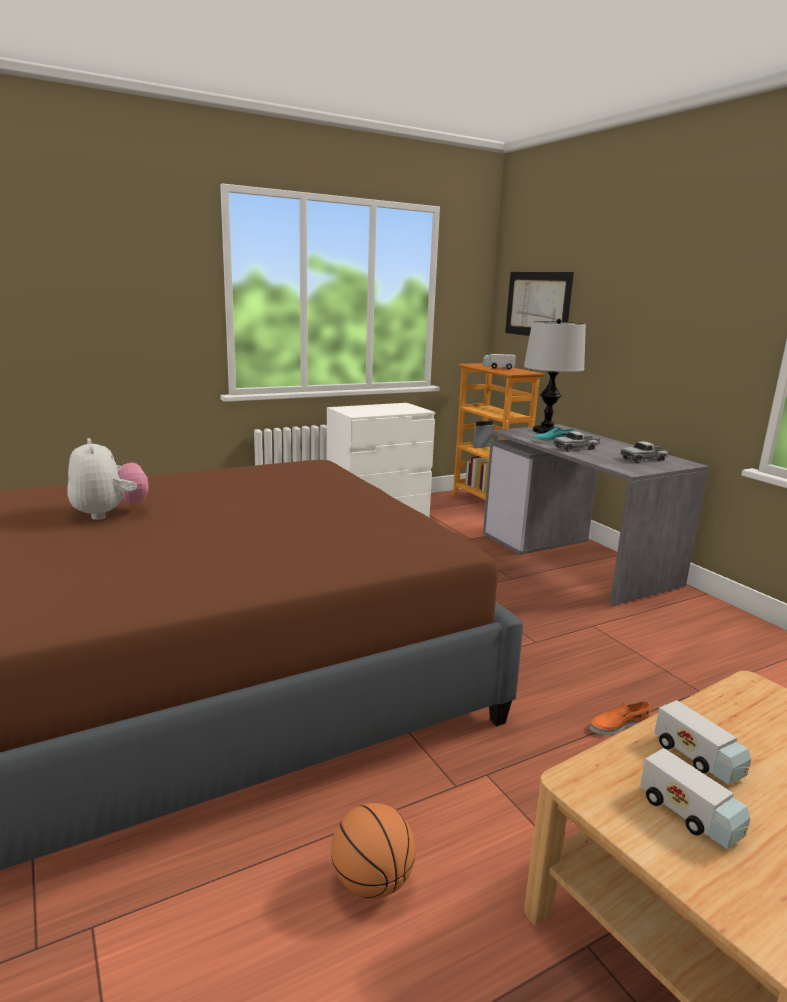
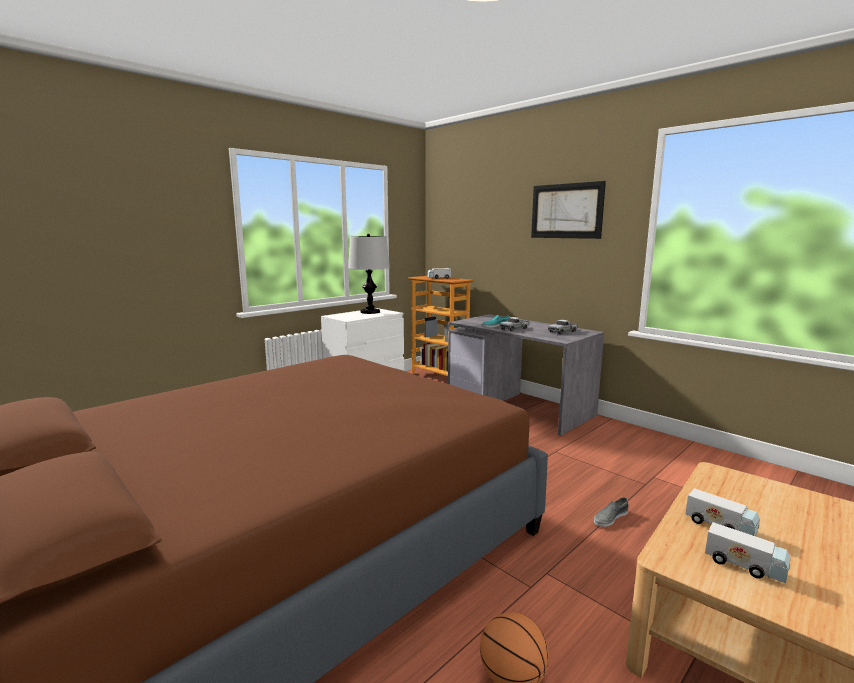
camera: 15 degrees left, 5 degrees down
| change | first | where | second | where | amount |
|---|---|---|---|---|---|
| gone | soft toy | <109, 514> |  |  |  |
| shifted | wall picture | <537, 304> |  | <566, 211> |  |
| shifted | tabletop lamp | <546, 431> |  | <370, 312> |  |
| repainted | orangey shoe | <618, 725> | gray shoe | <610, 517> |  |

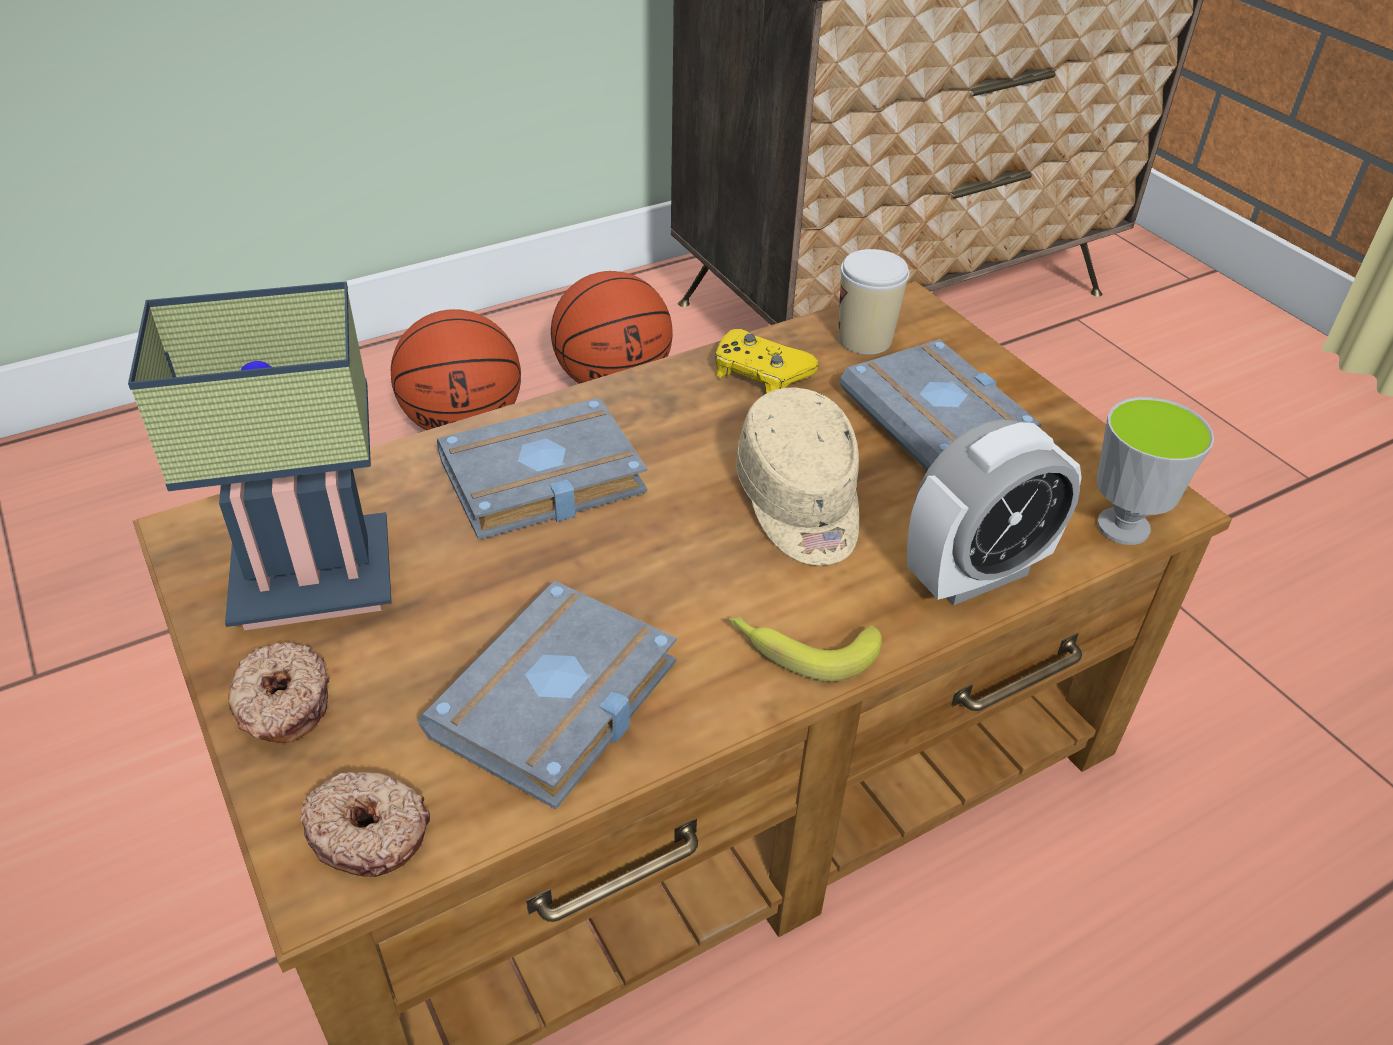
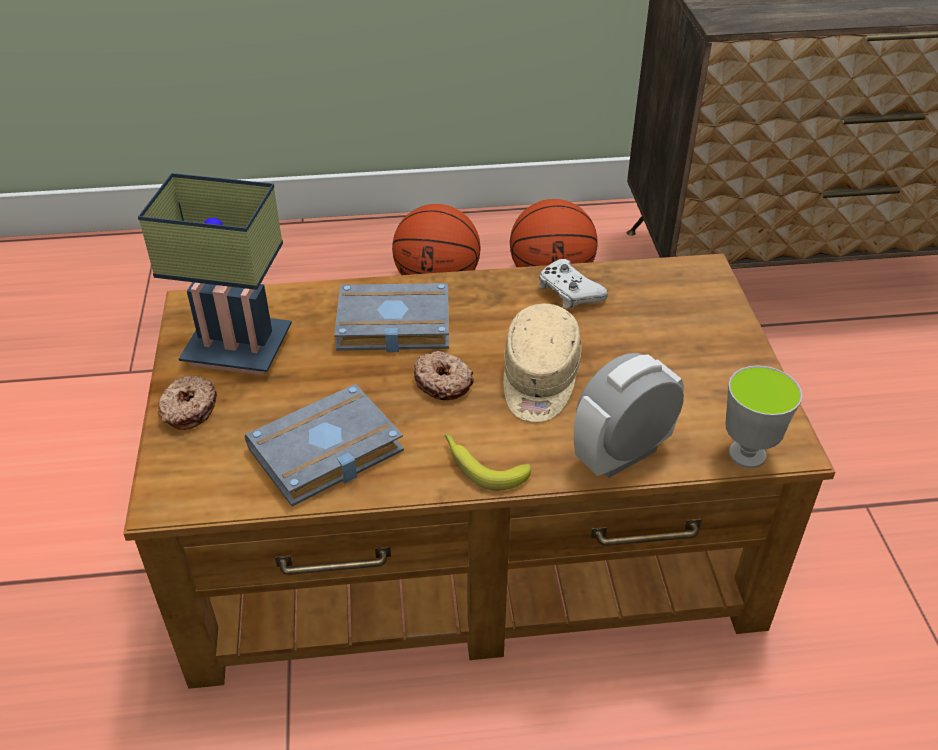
camera: 25 degrees right, 0 degrees up
| change | first | where | second | where | amount |
|---|---|---|---|---|---|
| shifted | donut | <369, 831> |  | <443, 382> |  |
| repainted | yellowish joypad | <759, 373> | whitish joypad | <569, 292> |  |
| gone | small cup | <864, 339> |  |  |  |
| gone | gray volume | <941, 421> |  |  |  |
| rotated | alarm clock | <976, 574> |  | <622, 455> | 150 degrees clockwise |

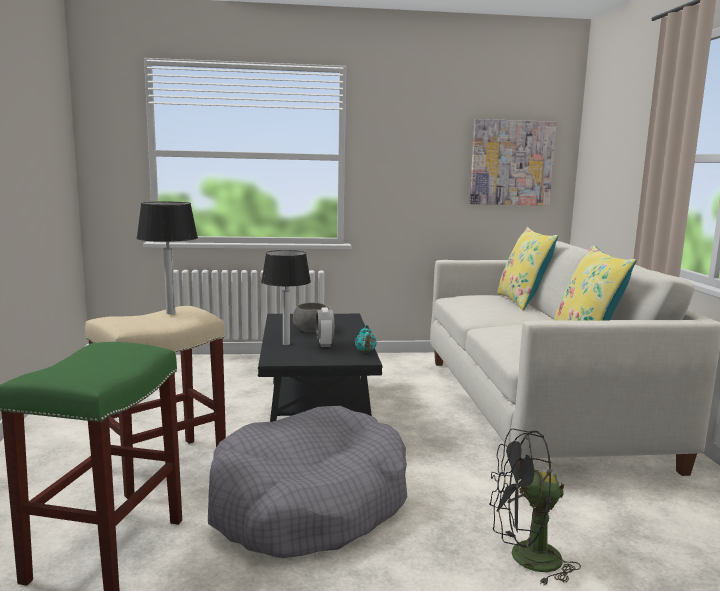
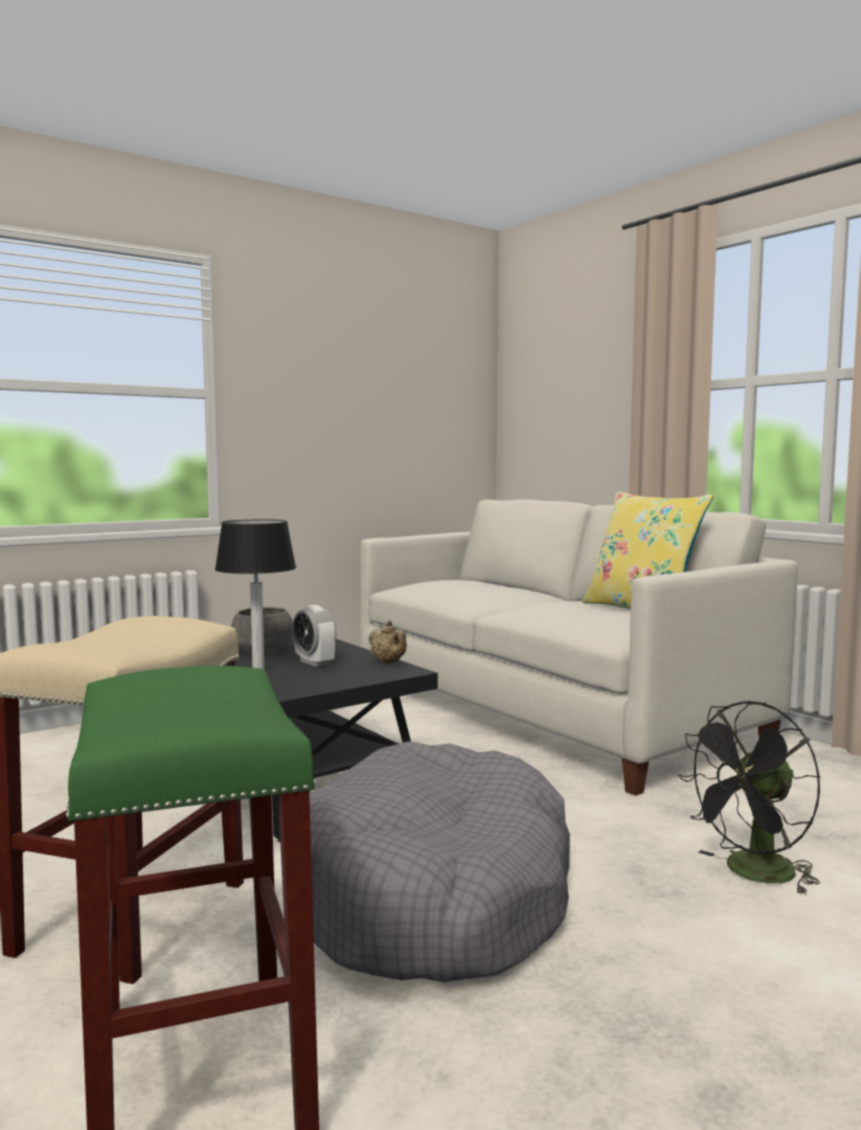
camera: 30 degrees left, 5 degrees down
| change | first | where | second | where | amount |
|---|---|---|---|---|---|
| gone | tabletop lamp | <171, 313> |  |  |  |
| repainted | blue-green pot for tea | <365, 352> | beige pot for tea | <388, 662> |  |
| gone | wall picture | <511, 163> |  |  |  |
| gone | yellowish cushion | <522, 301> |  |  |  |

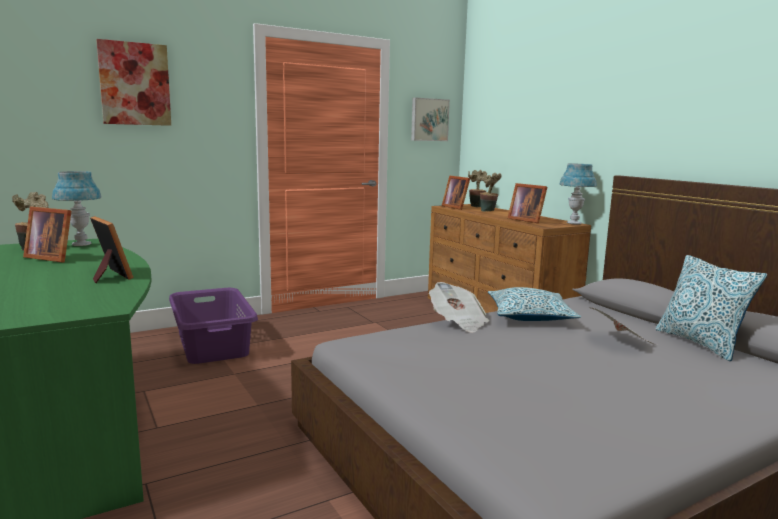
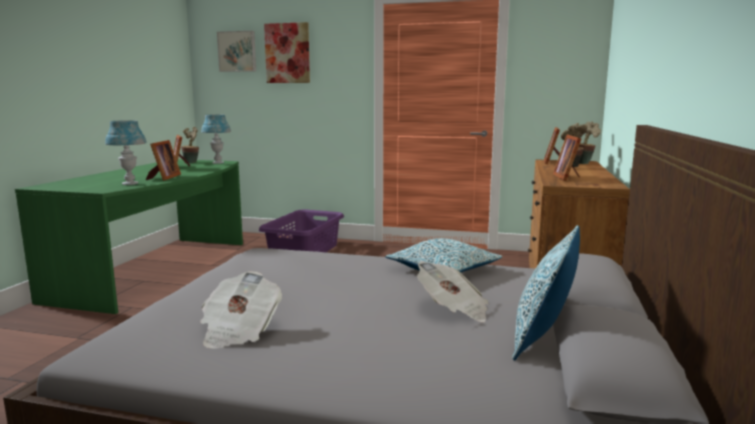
camera: 45 degrees right, 0 degrees up
| change | first | where | second | where | amount |
|---|---|---|---|---|---|
| shifted | wall picture | <429, 120> |  | <237, 51> |  |
| shifted | daily paper | <458, 322> |  | <239, 330> |  |
| shifted | blue-coloured tabletop lamp | <574, 223> |  | <130, 184> |  |

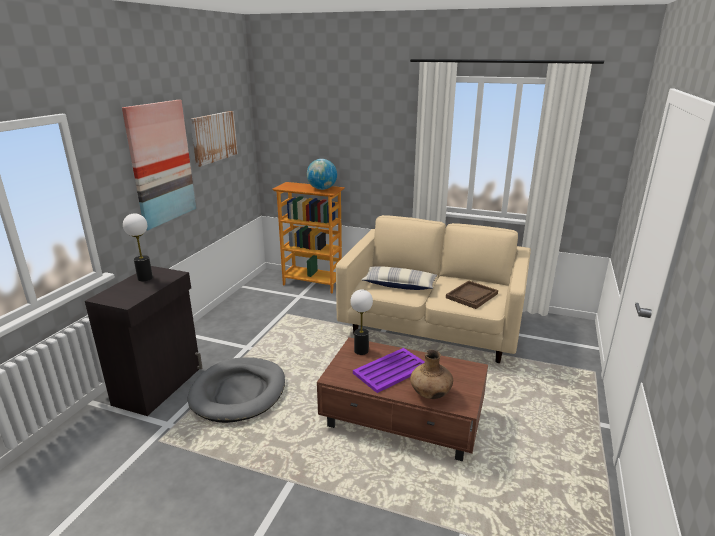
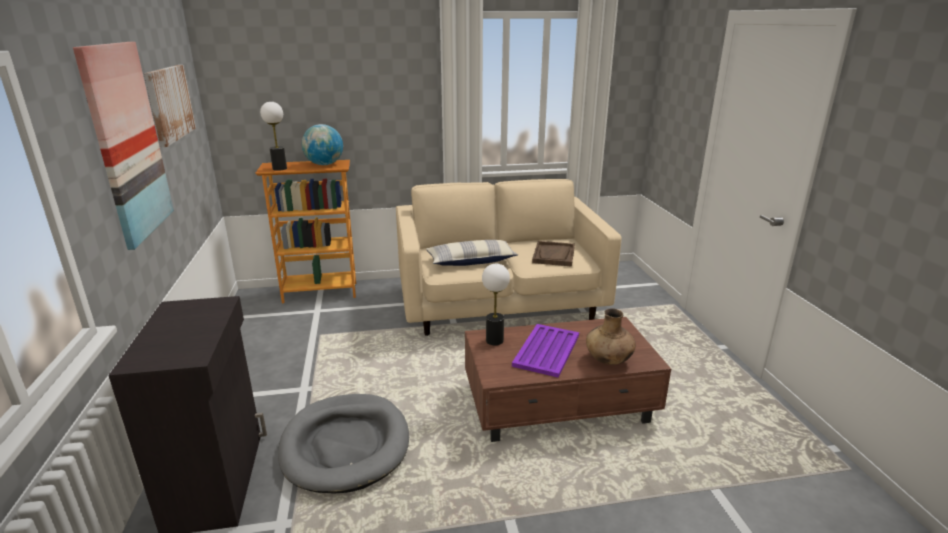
camera: 30 degrees left, 0 degrees up
| change | first | where | second | where | amount |
|---|---|---|---|---|---|
| shifted | tabletop lamp | <145, 278> |  | <280, 168> |  |

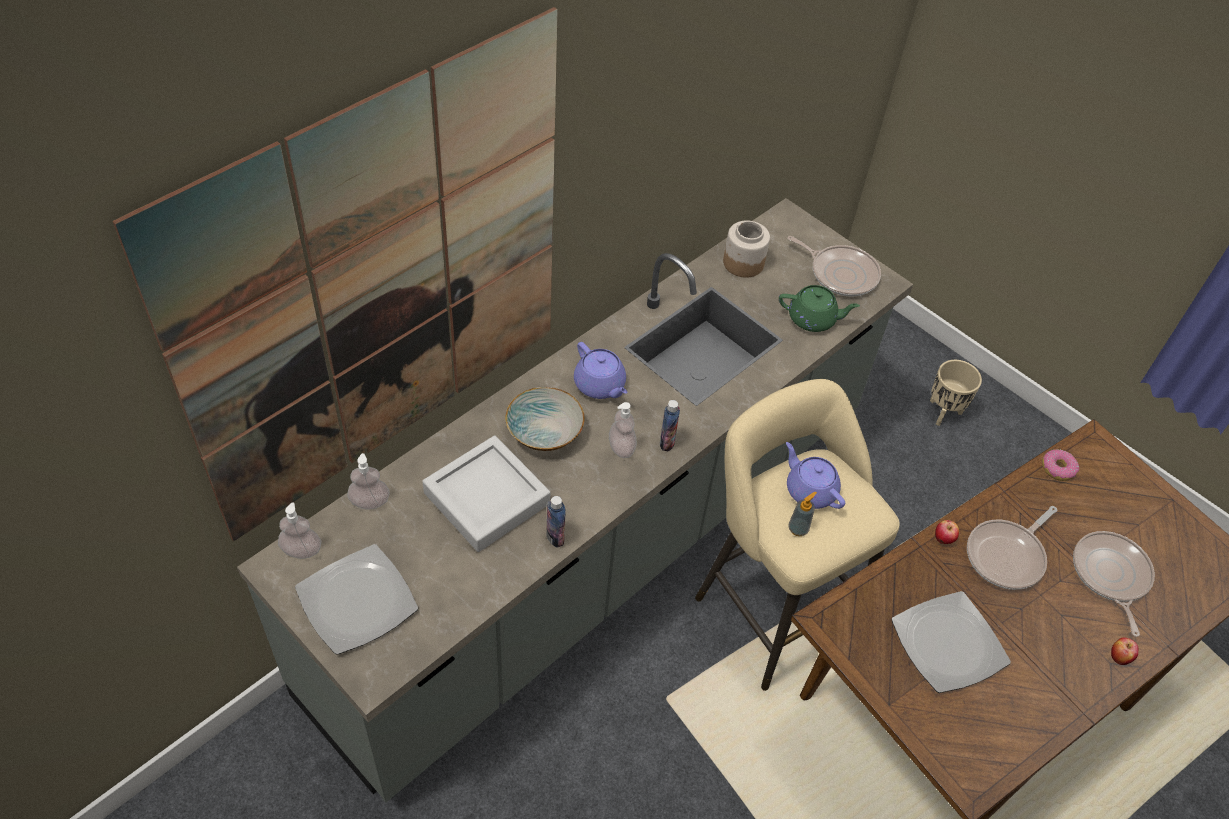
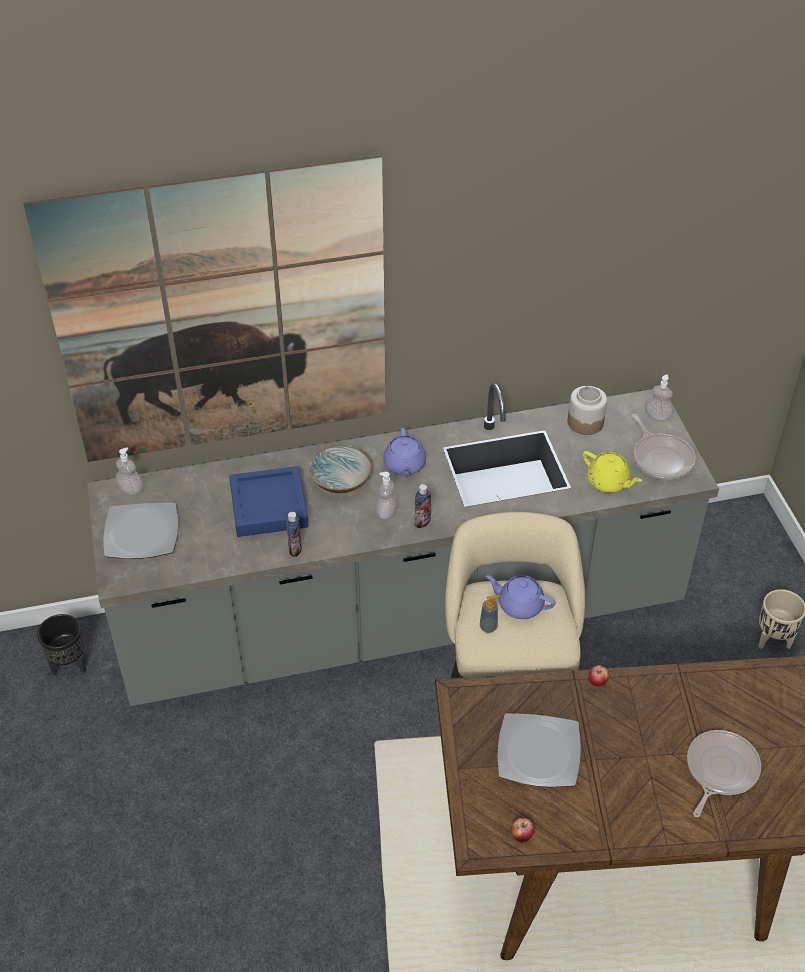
camera: 35 degrees right, 5 degrees down
| change | first | where | second | where | amount |
|---|---|---|---|---|---|
| shifted | soap bottle | <370, 502> |  | <657, 416> |  |
| repainted | gray tray | <487, 498> | blue-coloured tray | <269, 506> |  |
| repainted | green-coloured pot for tea | <813, 319> | yellowish pot for tea | <608, 482> |  |
| rotated | purple-coloured pot for tea | <810, 490> |  | <519, 605> | 60 degrees counterclockwise |
| gone | skillet | <1007, 556> |  |  |  |
| gone | donut | <1057, 469> |  |  |  |
| shifted | apple | <1118, 657> |  | <521, 836> |  |
| new |  |  | blackish planter | <70, 665> |  |

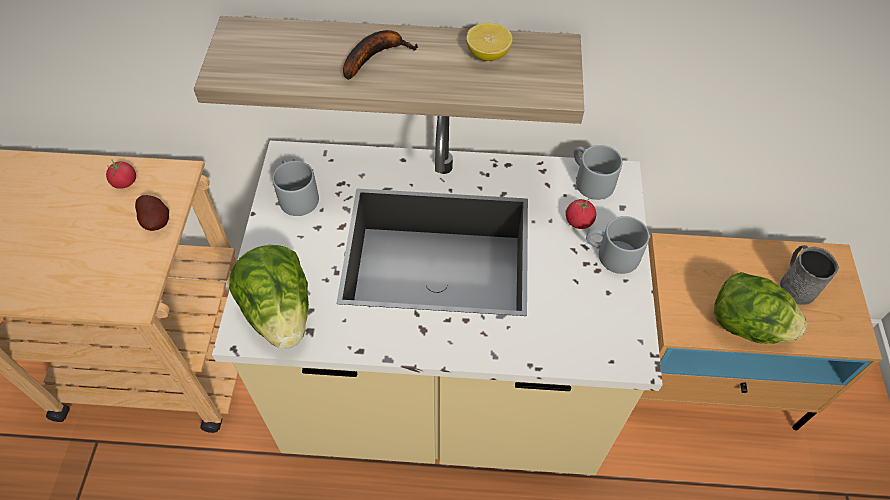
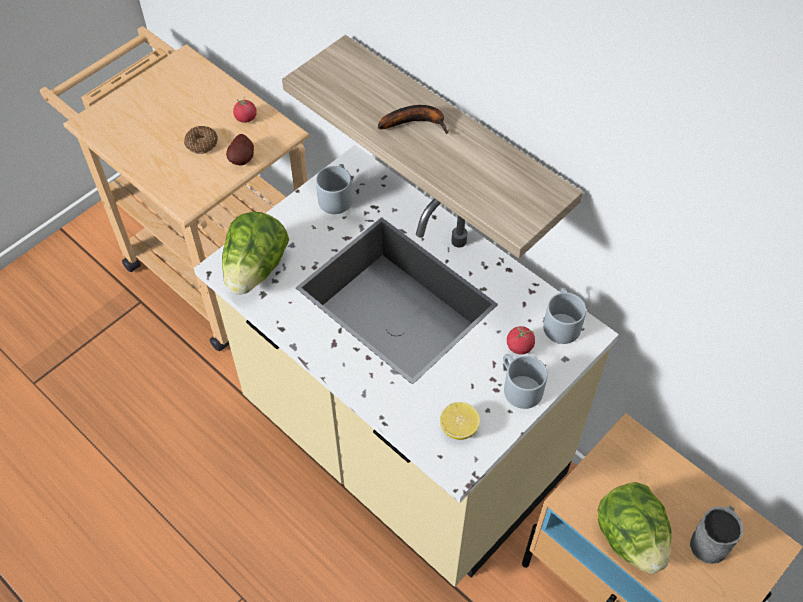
camera: 40 degrees right, 0 degrees up
| change | first | where | second | where | amount |
|---|---|---|---|---|---|
| shifted | whole lemon | <488, 55> |  | <459, 428> |  |
| new |  |  | donut | <202, 143> |  |

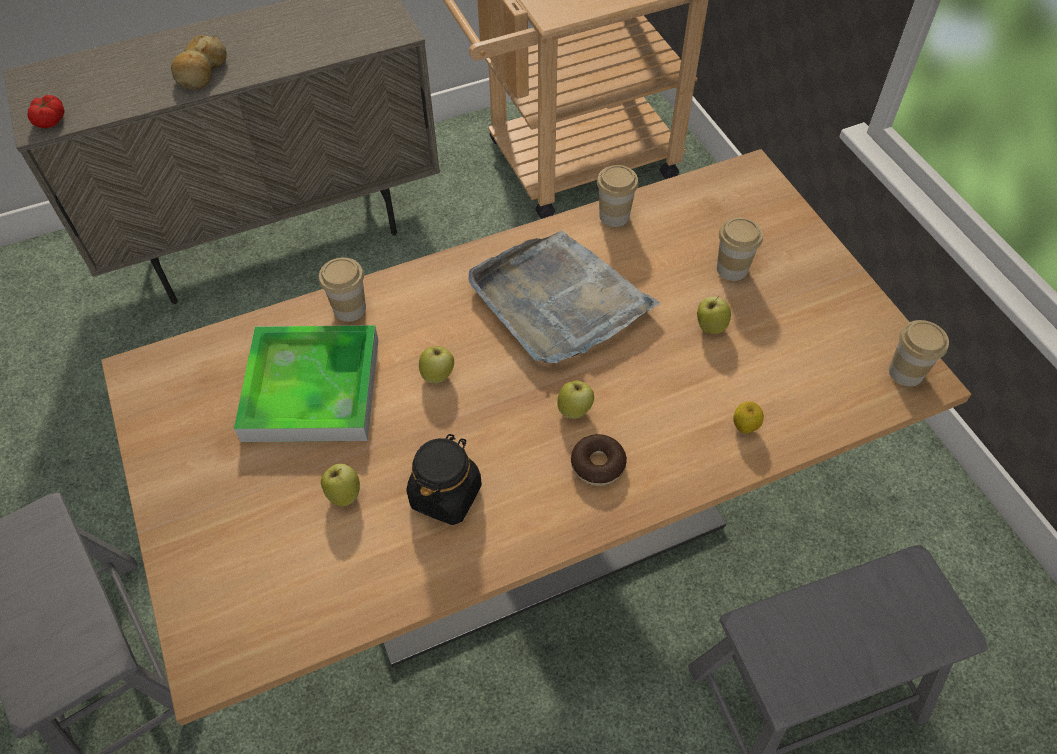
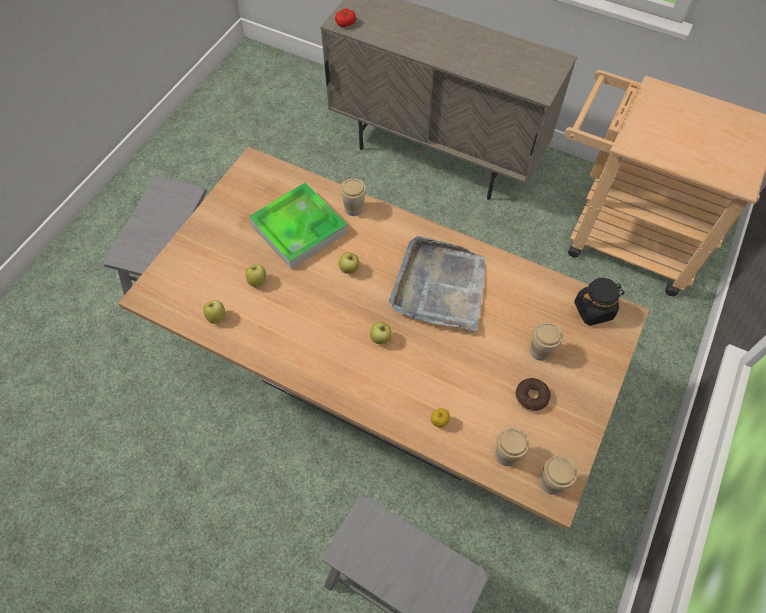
camera: 50 degrees right, 5 degrees up
| change | first | where | second | where | amount |
|---|---|---|---|---|---|
| gone | bread | <201, 72> |  |  |  |
| shifted | blackish preserve jar | <446, 494> |  | <593, 310> |  |
| shifted | donut | <598, 464> |  | <531, 396> |  |
| shifted | small cup | <614, 216> |  | <506, 454> |  |
| shifted | apple | <710, 326> |  | <217, 317> |  |

